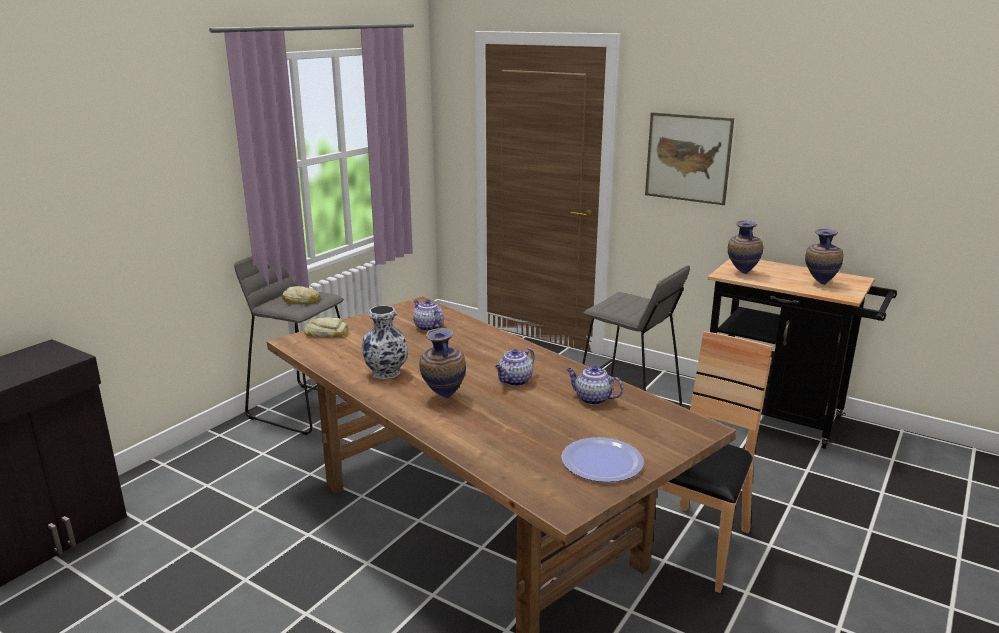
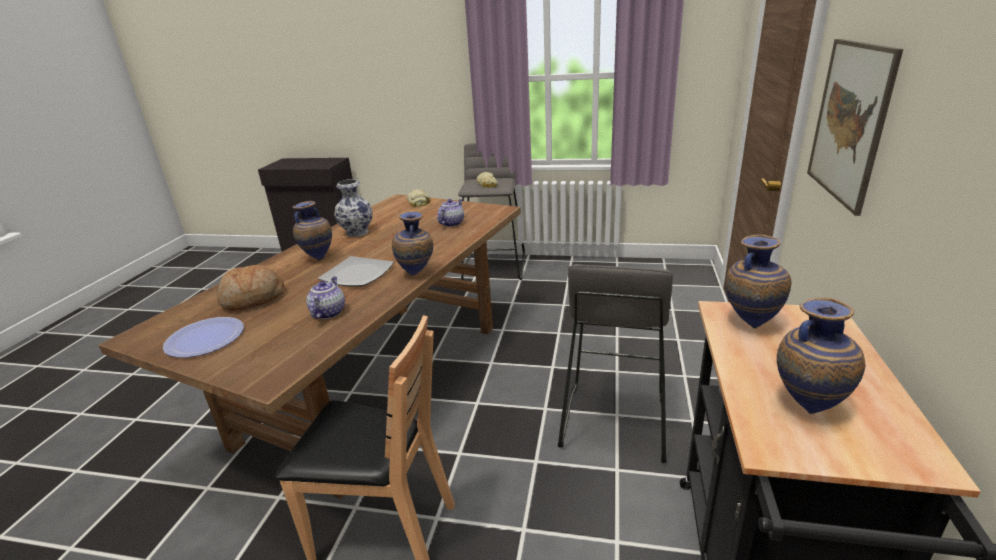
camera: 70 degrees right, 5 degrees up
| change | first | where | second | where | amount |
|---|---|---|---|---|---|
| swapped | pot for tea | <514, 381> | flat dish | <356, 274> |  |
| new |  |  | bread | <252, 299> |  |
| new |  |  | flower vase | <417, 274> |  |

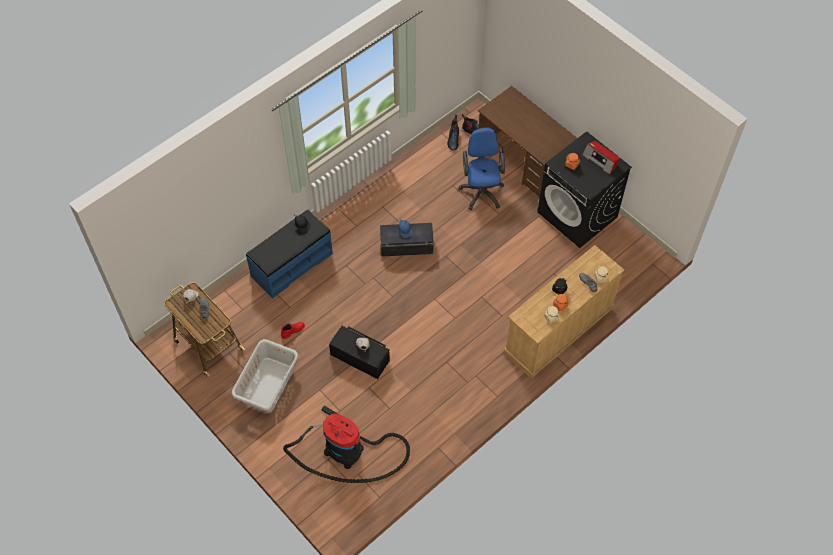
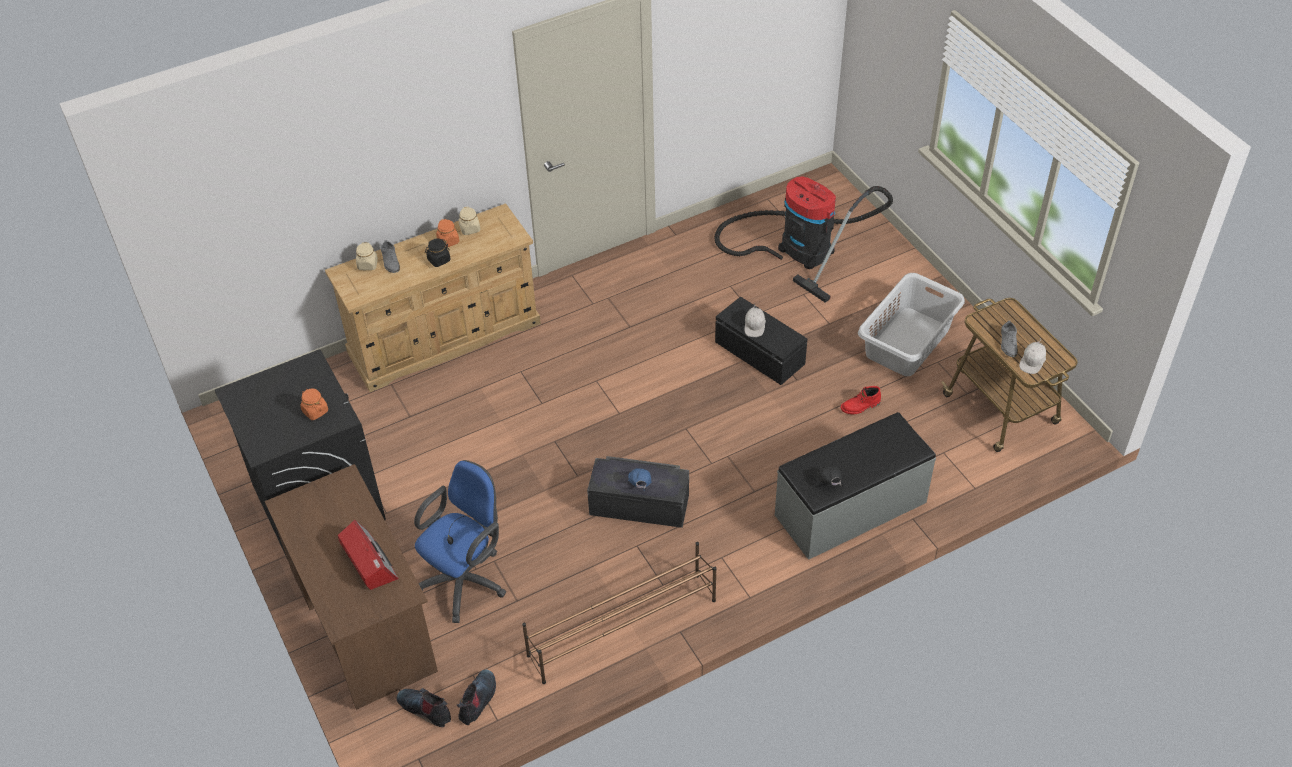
camera: 165 degrees left, 10 degrees down
| change | first | where | second | where | amount |
|---|---|---|---|---|---|
| repainted | blue-coloured bench | <291, 264> | gray bench | <851, 509> |  |
| rotated | blue-coloured office chair | <481, 190> |  | <466, 579> | 150 degrees counterclockwise |
| shifted | radio | <601, 160> |  | <368, 562> |  |
| new |  |  | brown shoe stand | <621, 627> |  |

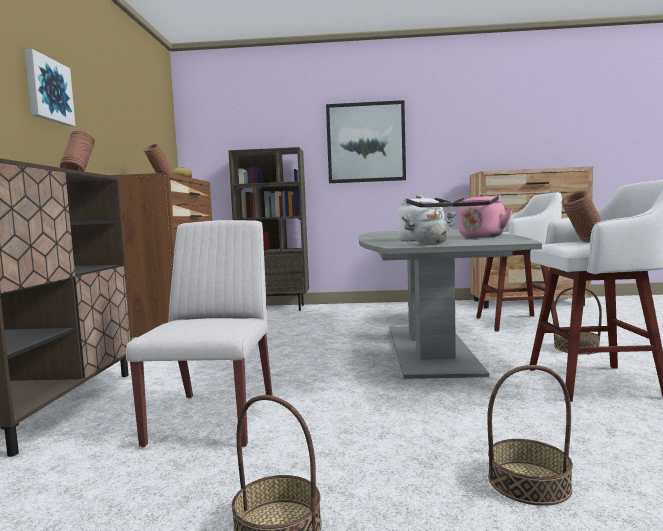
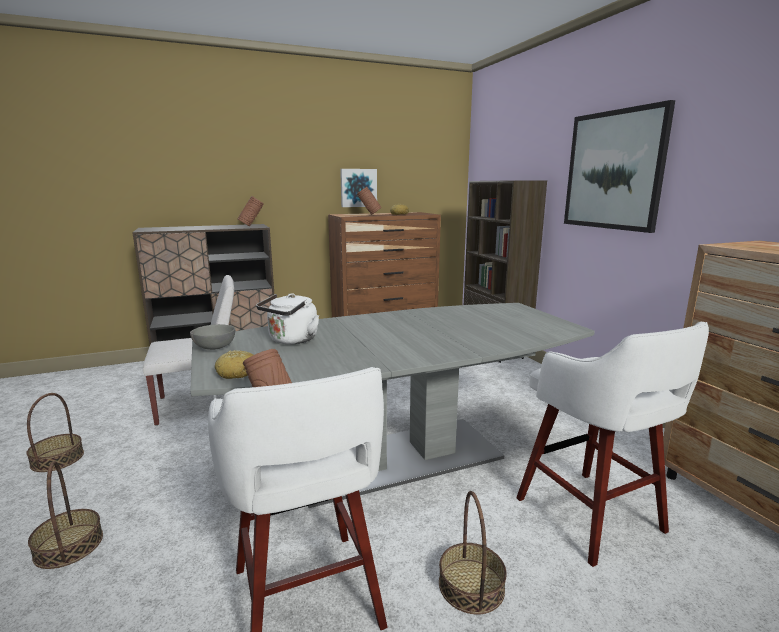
camera: 65 degrees right, 10 degrees up
| change | first | where | second | where | amount |
|---|---|---|---|---|---|
| shifted | wall picture | <48, 90> |  | <358, 188> |  |
| swapped | gray cooking pot | <430, 244> | gray bowl | <213, 348> |  |
| gone | pinkish kettle | <480, 237> |  |  |  |
| new |  |  | bread | <237, 373> |  |

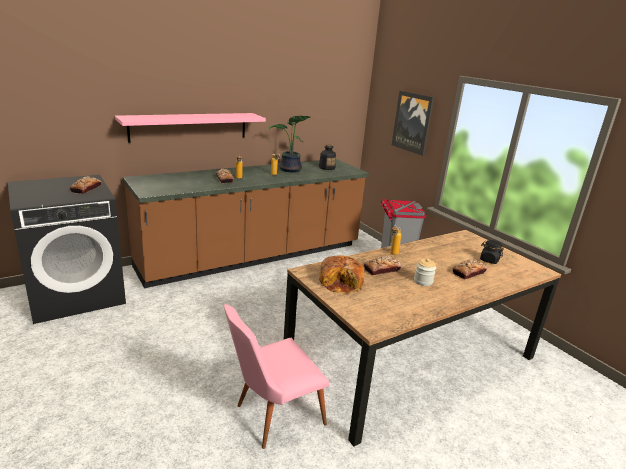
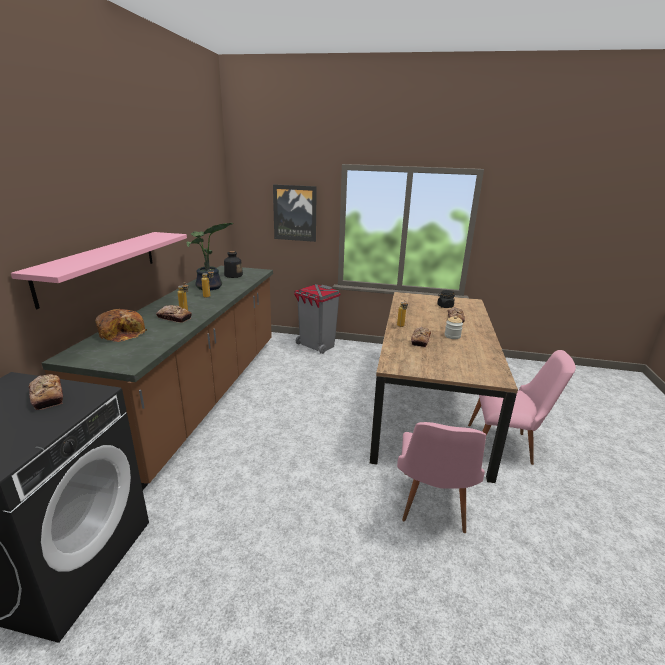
camera: 45 degrees left, 0 degrees up
| change | first | where | second | where | amount |
|---|---|---|---|---|---|
| shifted | bread | <341, 282> |  | <123, 333> |  |
| new |  |  | pinkish upright chair | <507, 446> |  |

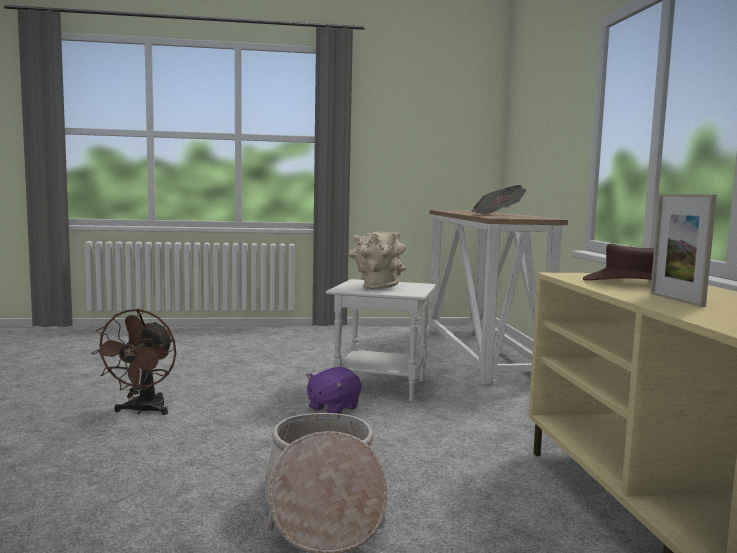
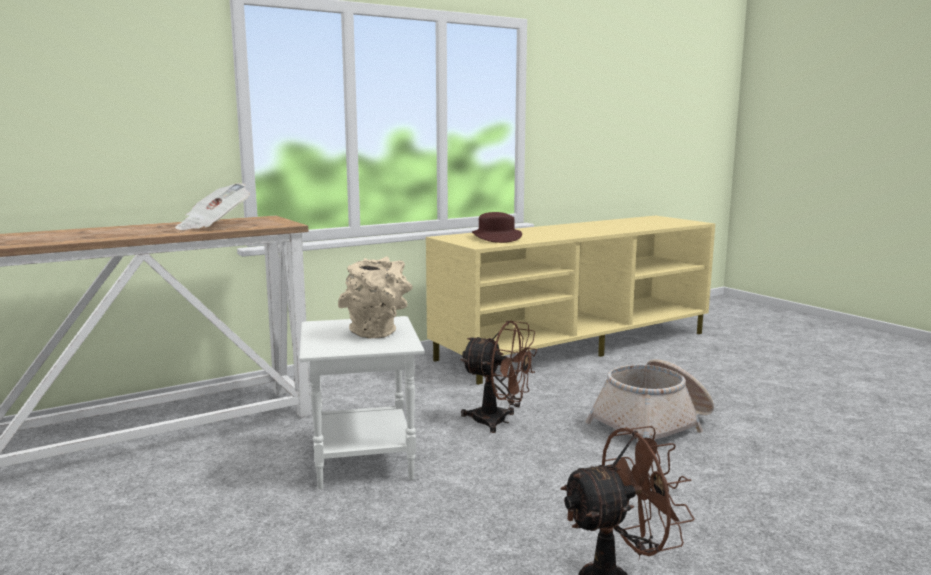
camera: 115 degrees left, 5 degrees up
| change | first | where | second | where | amount |
|---|---|---|---|---|---|
| gone | purple-coloured soft toy | <332, 408> |  |  |  |
| gone | photo frame | <676, 300> |  |  |  |
| new |  |  | brown cooling fan | <498, 421> |  |

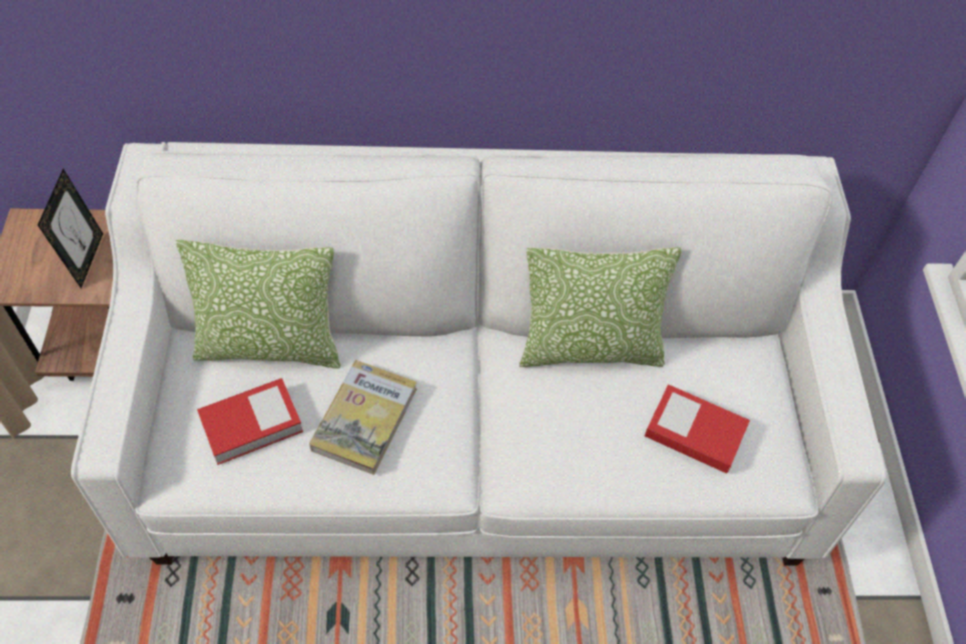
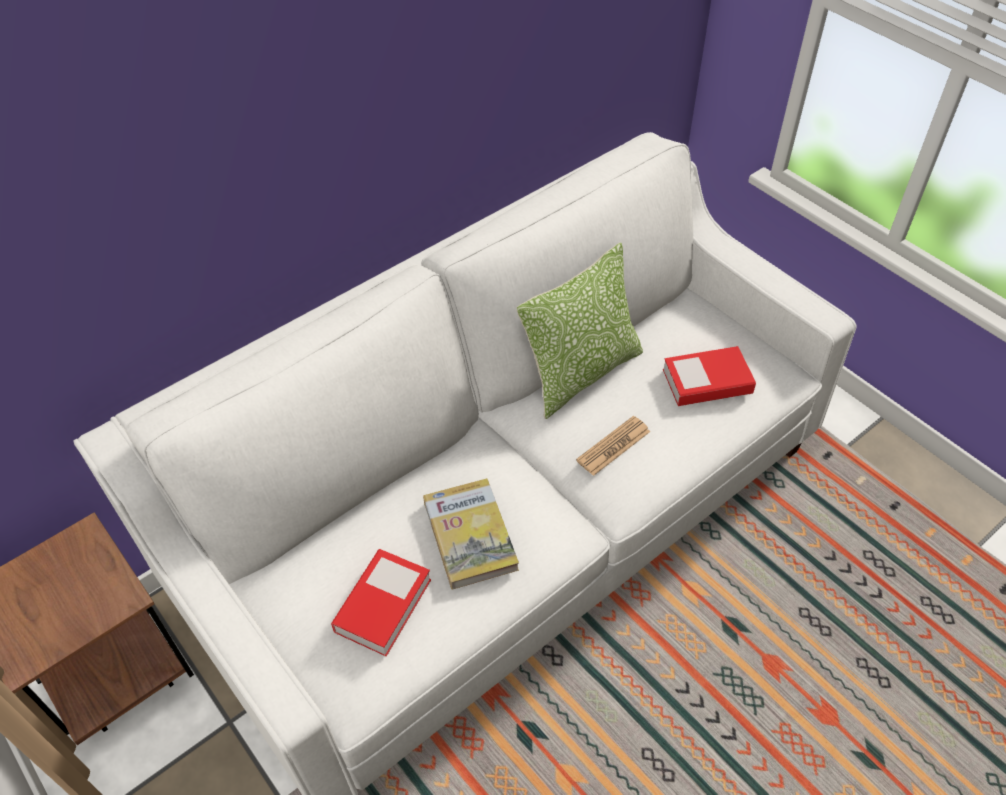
camera: 35 degrees left, 5 degrees down
| change | first | where | second | where | amount |
|---|---|---|---|---|---|
| gone | photo frame | <86, 260> |  |  |  |
| gone | cushion | <270, 346> |  |  |  |
| new |  |  | daily paper | <613, 446> |  |

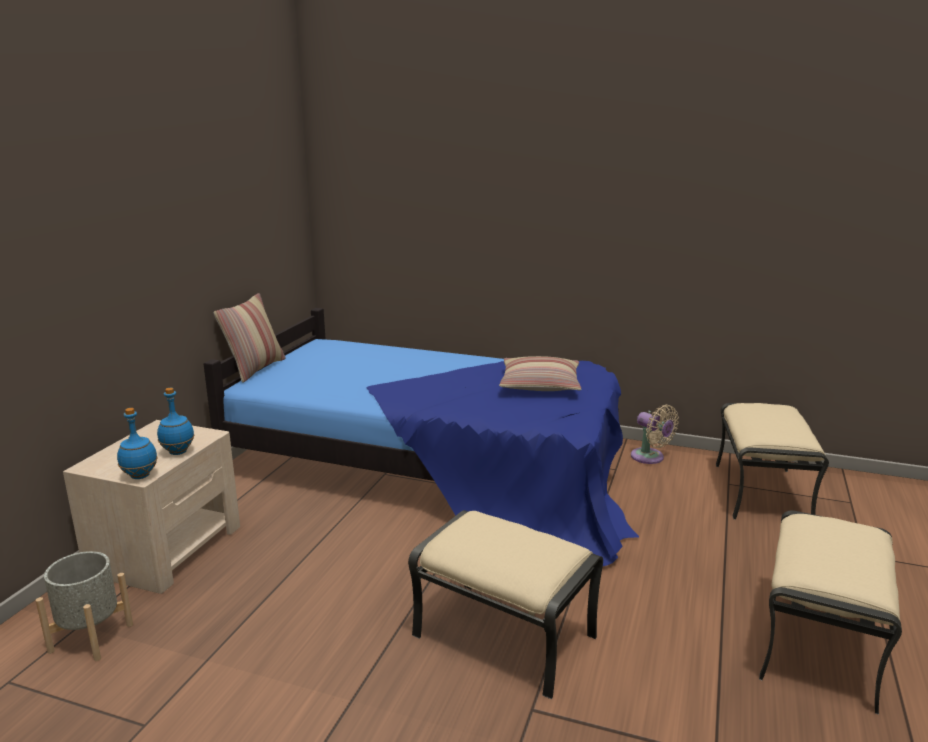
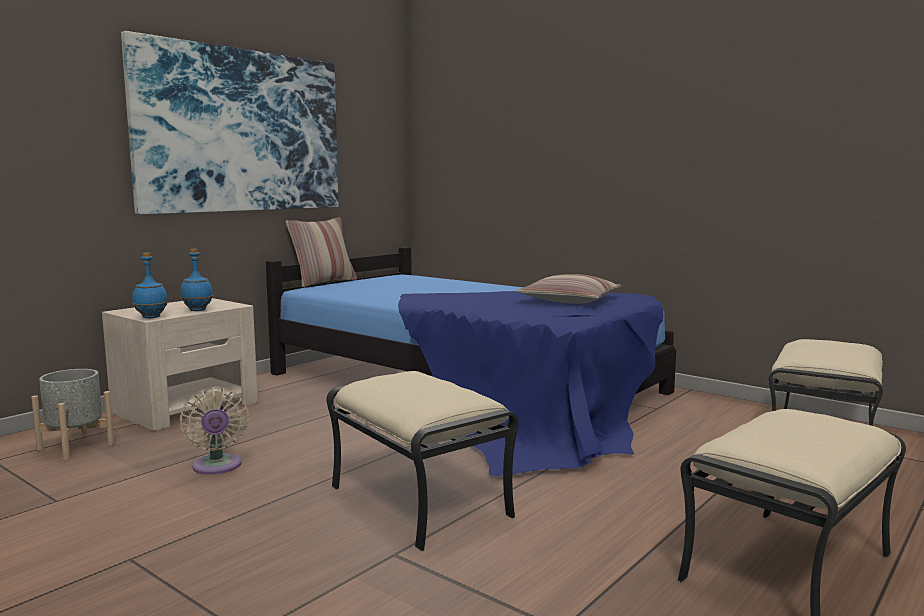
camera: 20 degrees right, 10 degrees down
| change | first | where | second | where | amount |
|---|---|---|---|---|---|
| shifted | beige cooling fan | <650, 458> |  | <217, 467> |  |
| new |  |  | wall picture | <241, 131> |  |

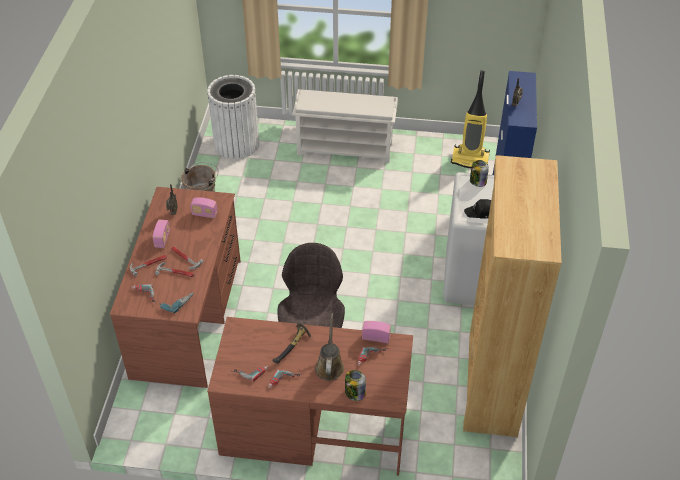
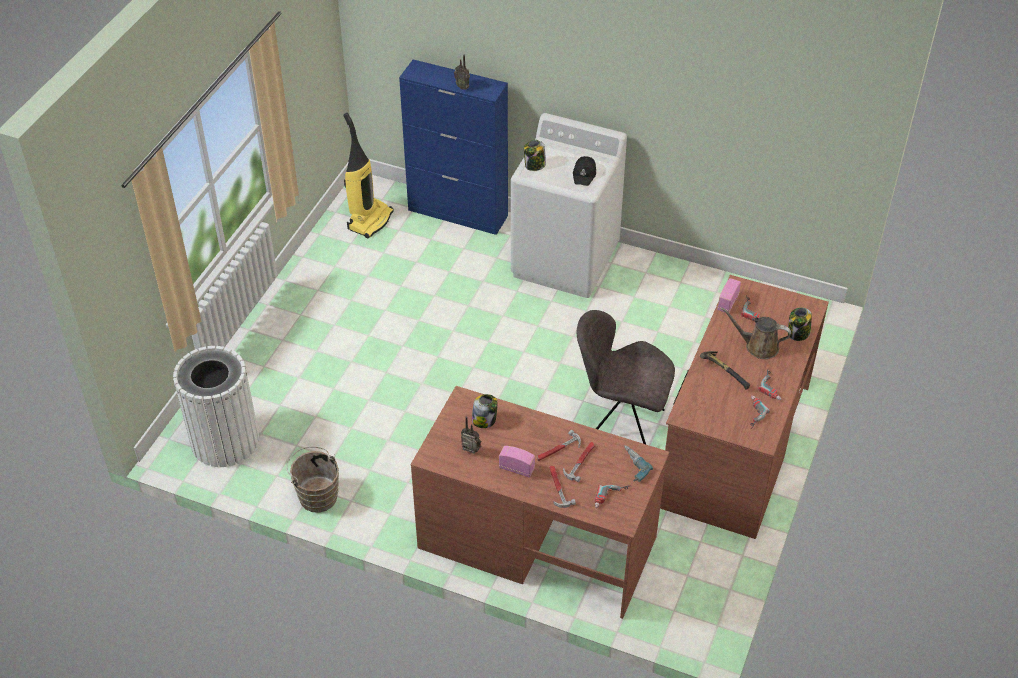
camera: 75 degrees left, 0 degrees up
| change | first | where | second | where | amount |
|---|---|---|---|---|---|
| swapped | radio | <204, 214> | preserve jar | <484, 420> |  |
| gone | whitish shoe stand | <346, 148> |  |  |  |
| gone | brown shelving unit | <491, 384> |  |  |  |

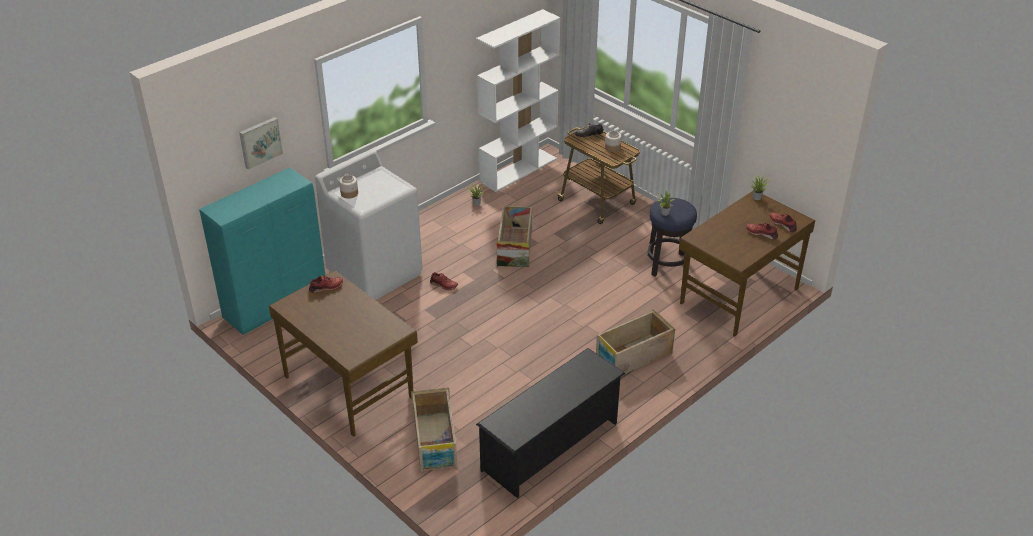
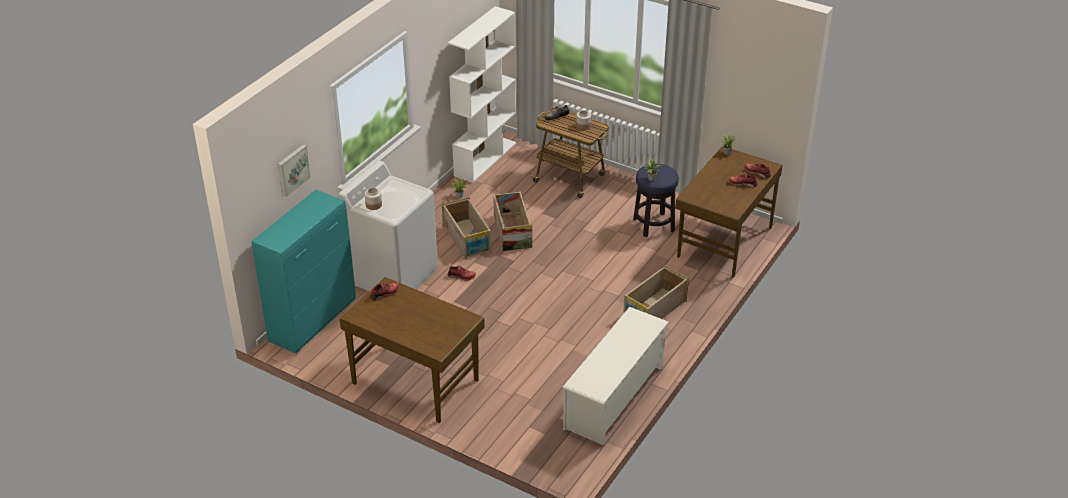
camera: 15 degrees left, 0 degrees up
| change | first | where | second | where | amount |
|---|---|---|---|---|---|
| shifted | crate | <435, 442> |  | <467, 239> |  |
| repainted | blackish shoe stand | <550, 446> | whitish shoe stand | <614, 398> |  |

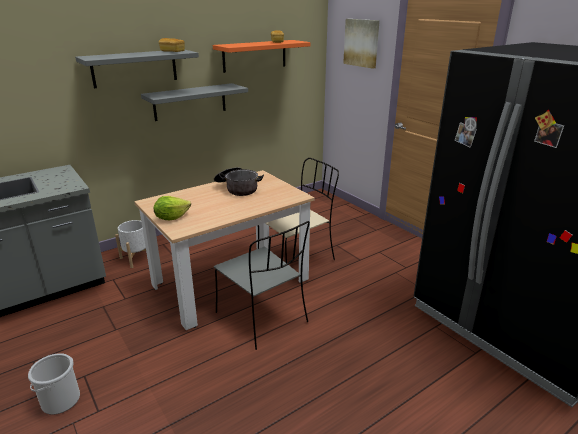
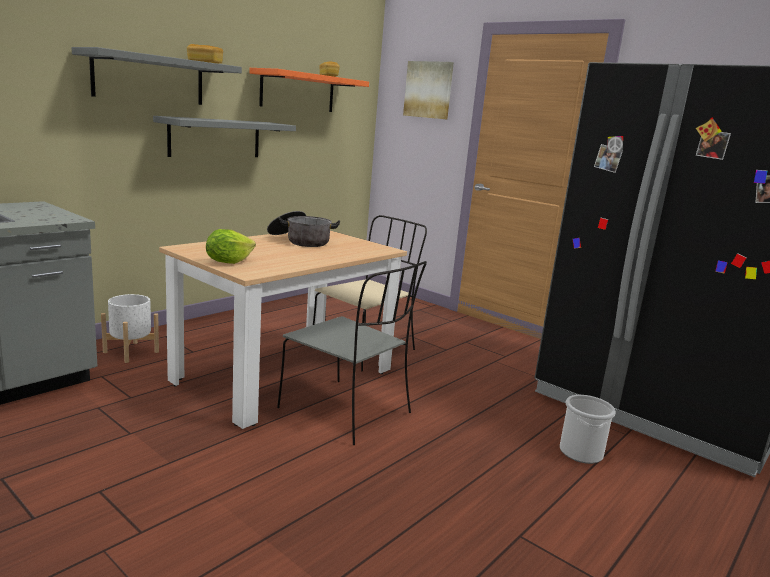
camera: 15 degrees left, 10 degrees down
| change | first | where | second | where | amount |
|---|---|---|---|---|---|
| shifted | water bucket | <61, 400> |  | <581, 452> |  |

